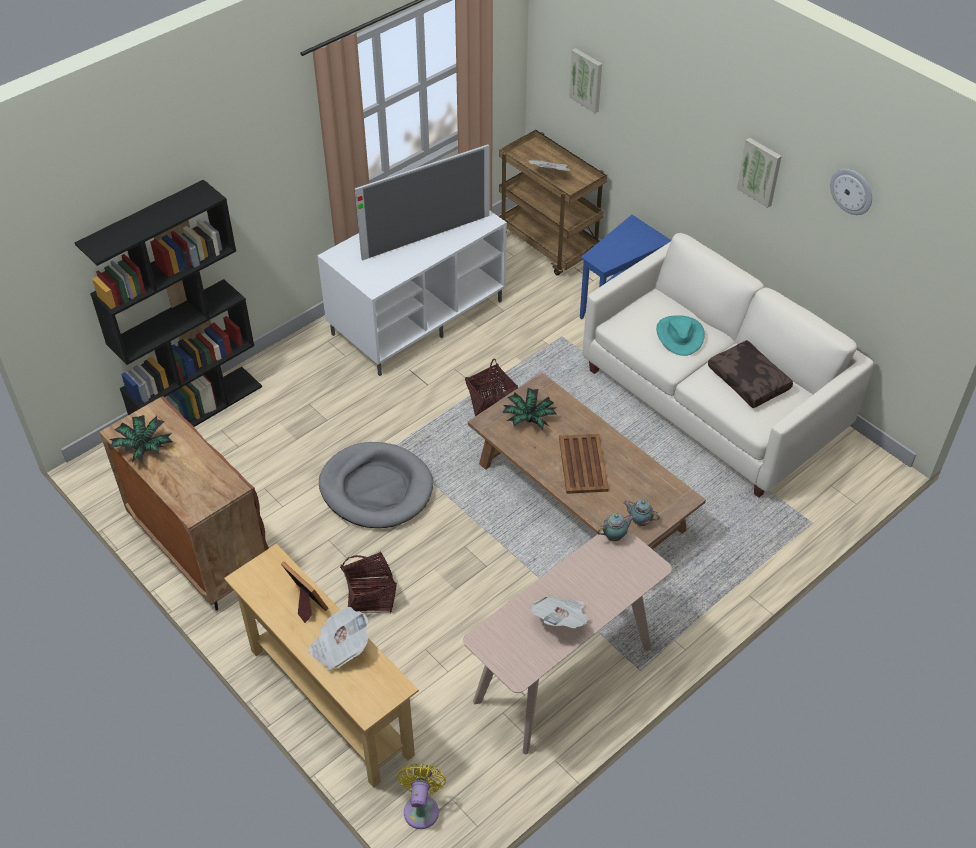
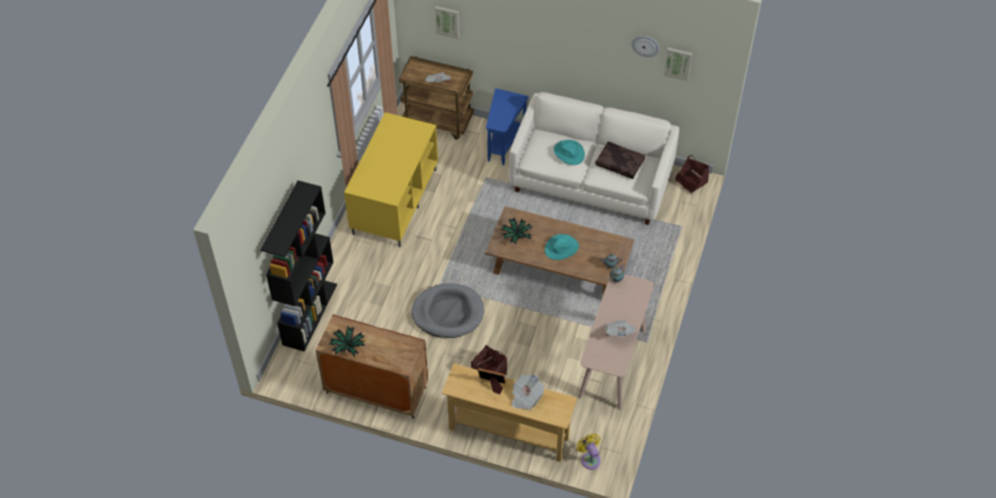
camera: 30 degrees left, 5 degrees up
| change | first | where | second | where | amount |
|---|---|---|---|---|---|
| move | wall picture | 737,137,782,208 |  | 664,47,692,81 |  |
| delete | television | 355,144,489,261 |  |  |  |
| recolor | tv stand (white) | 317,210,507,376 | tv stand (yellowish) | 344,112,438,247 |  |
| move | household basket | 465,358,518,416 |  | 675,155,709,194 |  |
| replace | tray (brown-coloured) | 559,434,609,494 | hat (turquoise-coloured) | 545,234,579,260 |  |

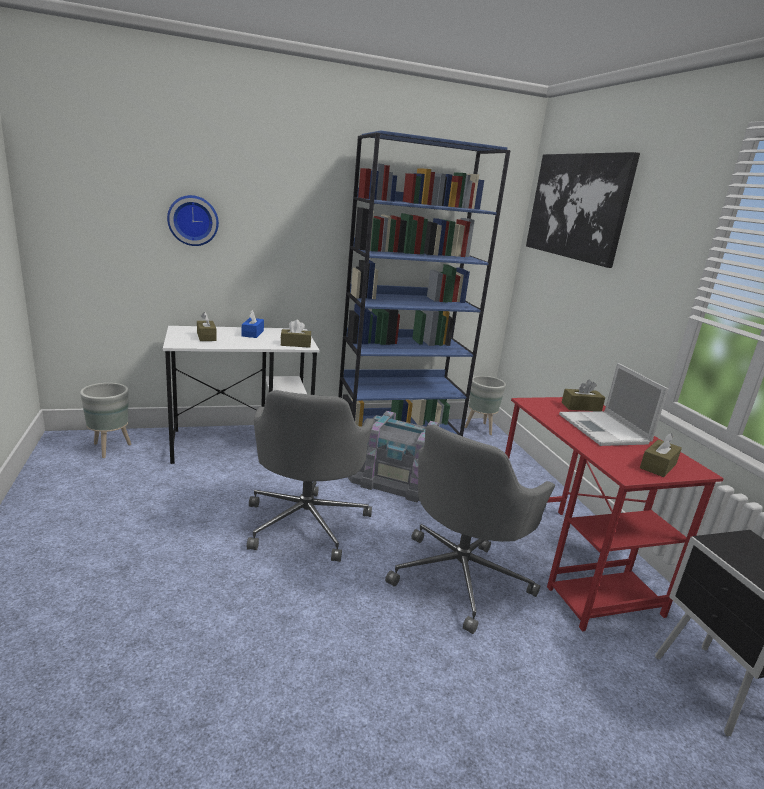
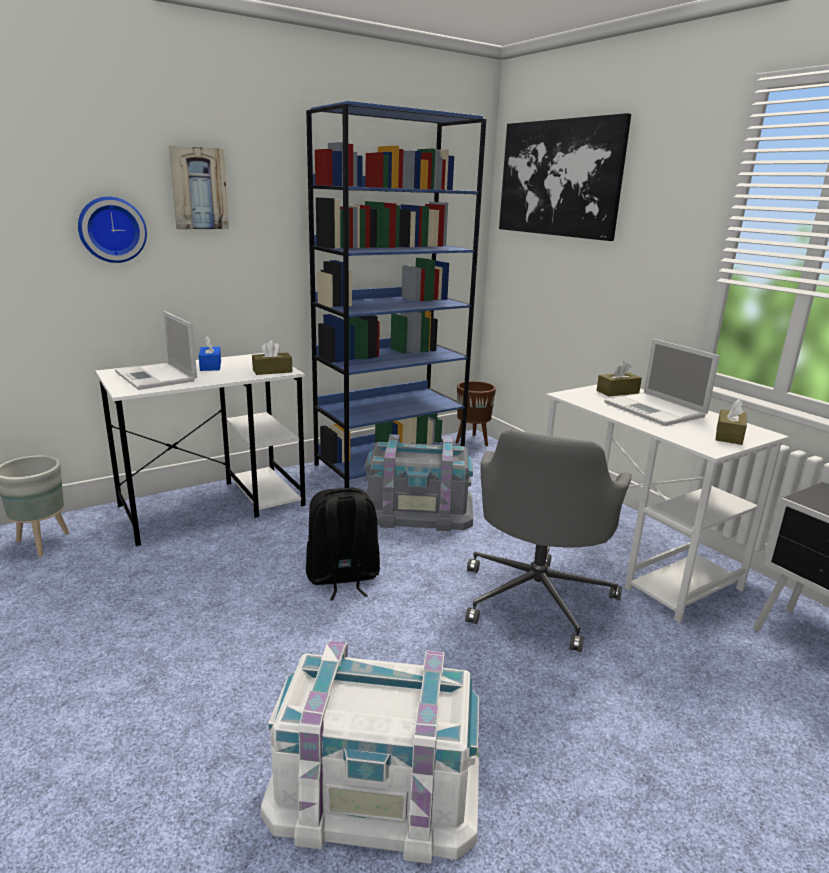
camera: 15 degrees left, 0 degrees up
| change | first | where | second | where | amount |
|---|---|---|---|---|---|
| replace | tissue holder (brown-coloured) | 197,312,217,341 | notebook computer | 115,311,197,390 |  |
| recolor | flower pot (greyish) | 464,376,506,435 | flower pot (brown-coloured) | 455,381,496,446 |  |
| replace | computer chair (greyish) | 247,390,374,562 | backpack (black-coloured) | 306,488,380,601 |  |
| recolor | desk unit (red) | 505,397,724,632 | desk unit (white) | 546,385,789,623 |  |
| insert |  |  | wall picture | 169,145,229,229 |  |
| insert |  |  | storage container (white) | 261,641,479,864 |  |

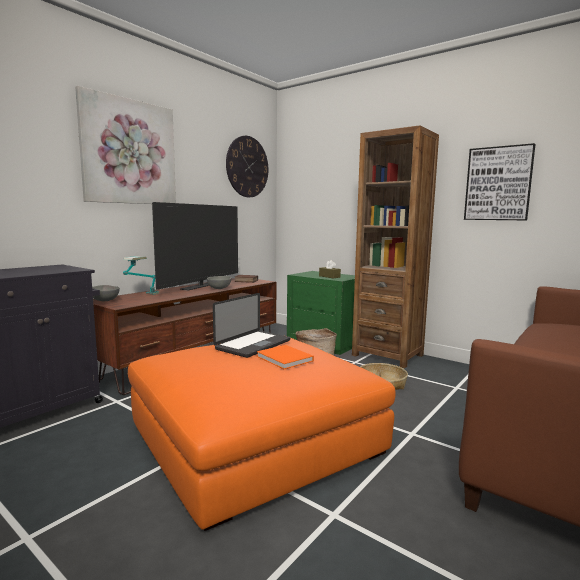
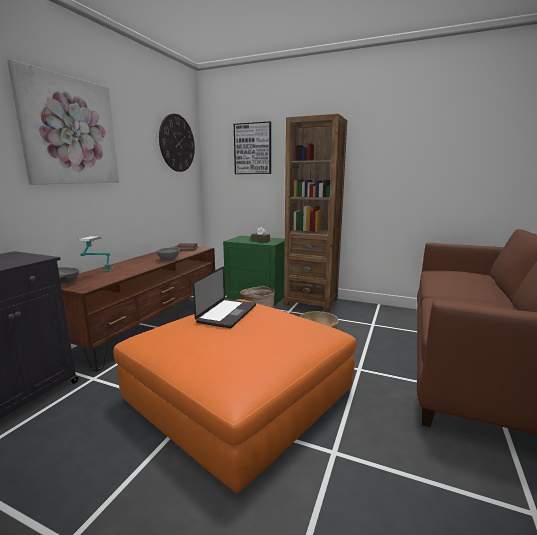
camera: 15 degrees left, 5 degrees up
| change | first | where | second | where | amount |
|---|---|---|---|---|---|
| move | wall picture | 464,143,535,220 |  | 234,121,271,174 |  |
| delete | television | 152,202,238,290 |  |  |  |
| delete | book (orange-coloured) | 257,345,314,369 |  |  |  |

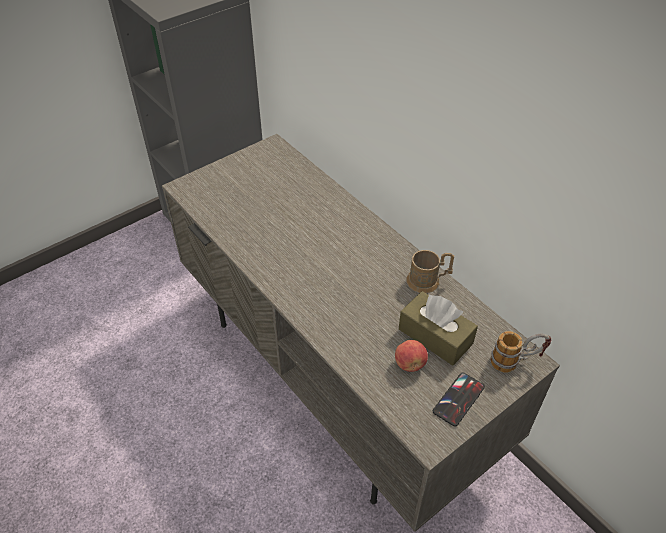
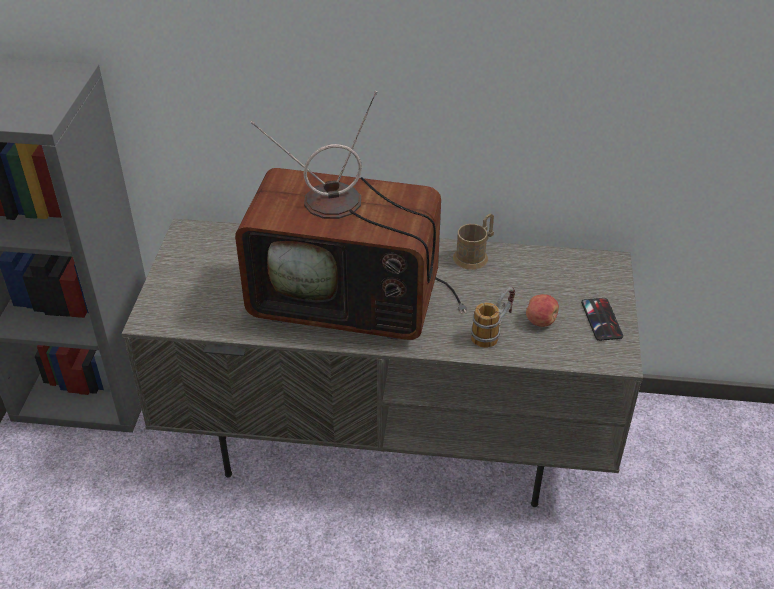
camera: 45 degrees left, 5 degrees down
| change | first | where | second | where | amount |
|---|---|---|---|---|---|
| delete | tissue holder (brown-coloured) | 399,291,478,365 |  |  |  |
| move | tea mug | 491,331,552,373 |  | 471,287,515,348 |  |
| insert |  |  | television | 235,91,467,340 |  |

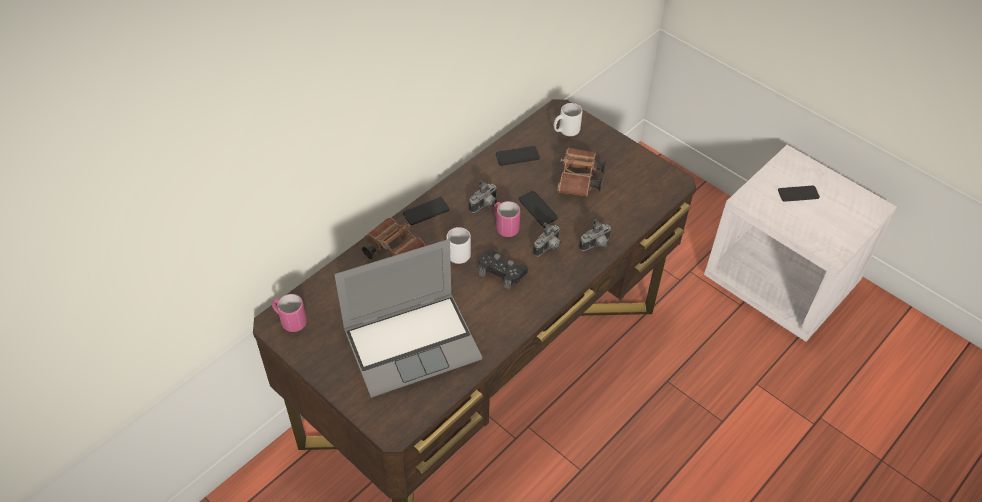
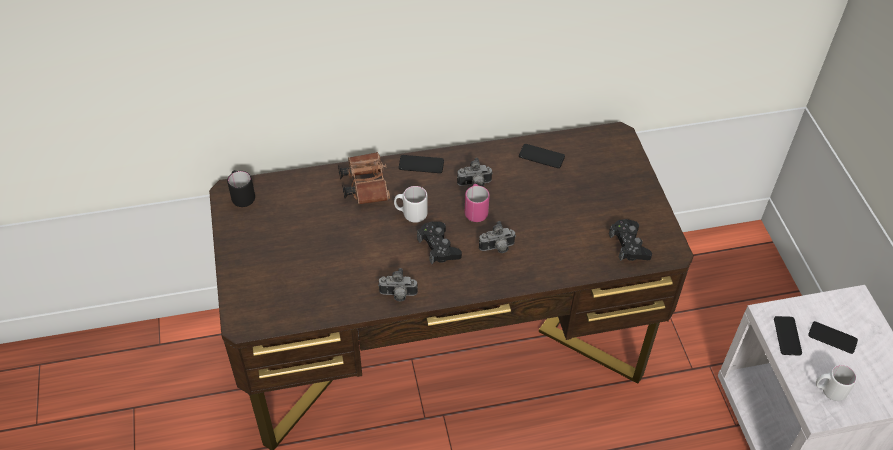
camera: 35 degrees right, 0 degrees up
| change | first | where | second | where | amount |
|---|---|---|---|---|---|
| move | tea mug (white) | 554,103,582,136 |  | 816,365,857,401 |  |
| delete | field glasses (brown-coloured) | 557,147,606,196 |  |  |  |
| move | phone | 519,191,558,226 |  | 774,316,802,355 |  |
| move | still camera | 579,219,612,251 |  | 378,268,418,301 |  |
| delete | notebook computer | 334,239,482,398 |  |  |  |
| recolor | tea mug (pink-coloured) | 272,294,307,332 | tea mug (black-coloured) | 227,170,255,207 |  |
| insert |  |  | joypad (black-coloured) | 609,219,652,261 |  |

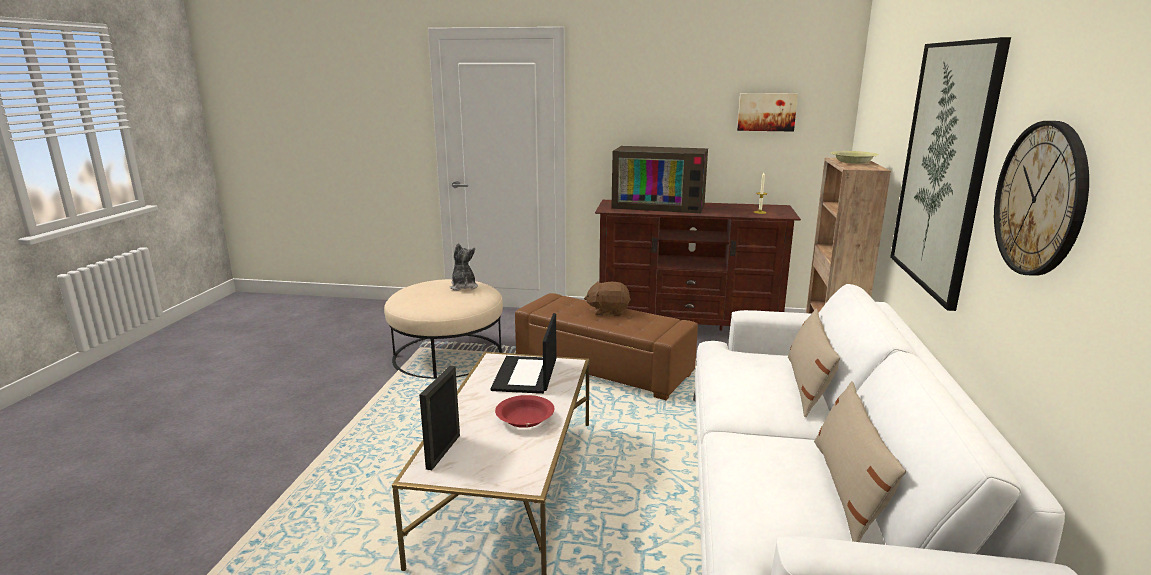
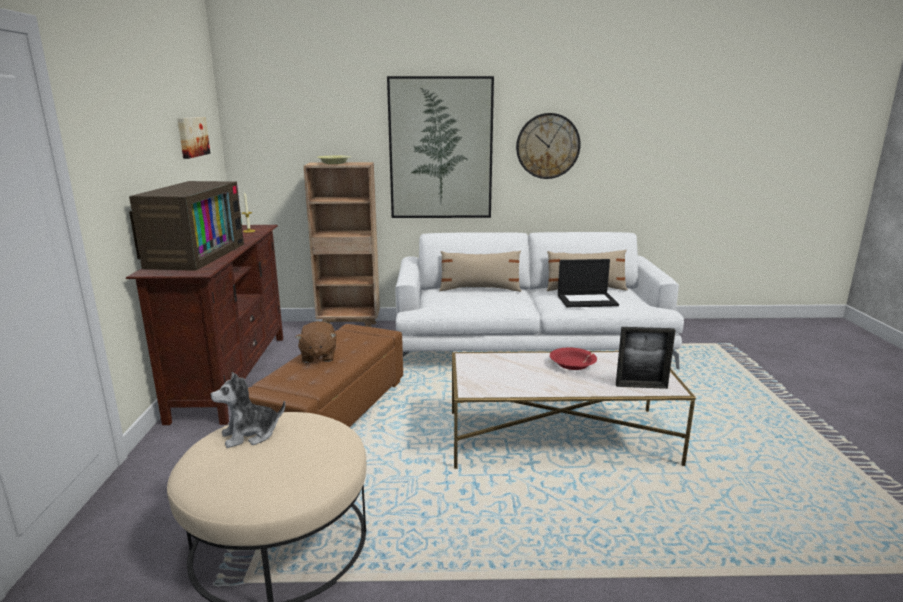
camera: 100 degrees left, 0 degrees up
| change | first | where | second | where | amount |
|---|---|---|---|---|---|
| move | notebook computer | 491,313,557,394 |  | 558,259,619,307 |  |

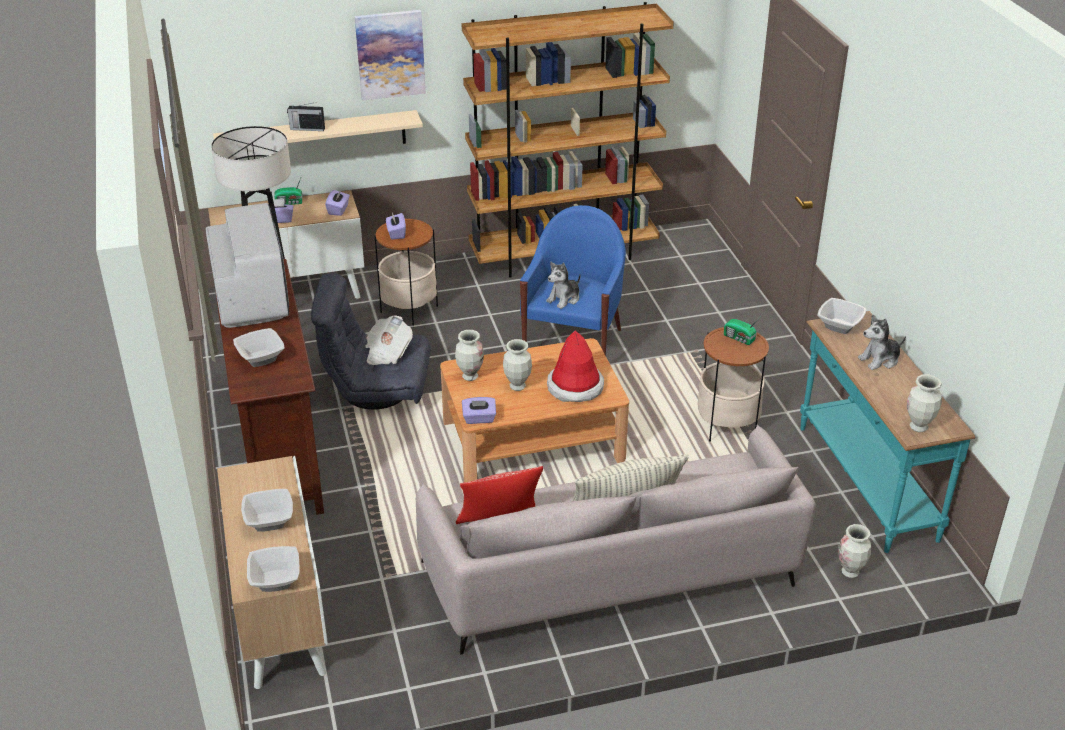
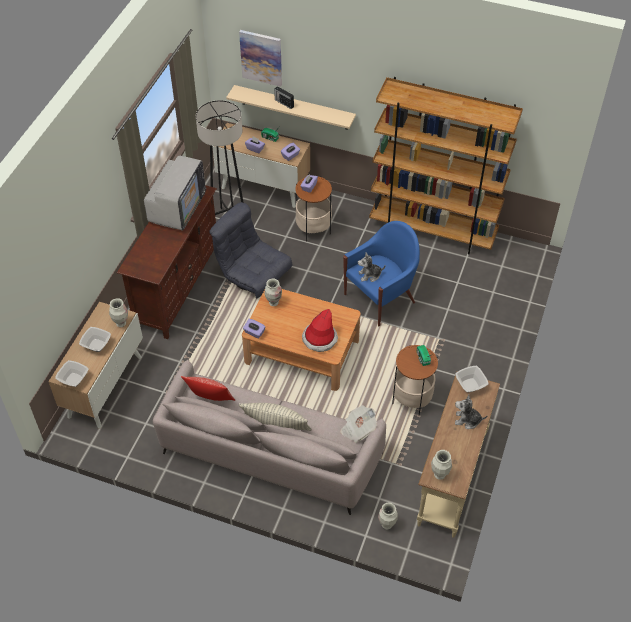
camera: 35 degrees right, 15 degrees up
| change | first | where | second | where | amount |
|---|---|---|---|---|---|
| move | wall picture | 355,10,426,101 |  | 239,30,282,87 |  |
| recolor | console table (turquoise-coloured) | 800,311,975,553 | console table (beige-coloured) | 417,371,500,538 |  |
| move | printed paper | 365,315,413,365 |  | 340,405,377,443 |  |
| delete | serving bowl | 233,328,285,367 |  |  |  |
| move | decorative vase | 503,339,532,391 |  | 109,298,128,327 |  |

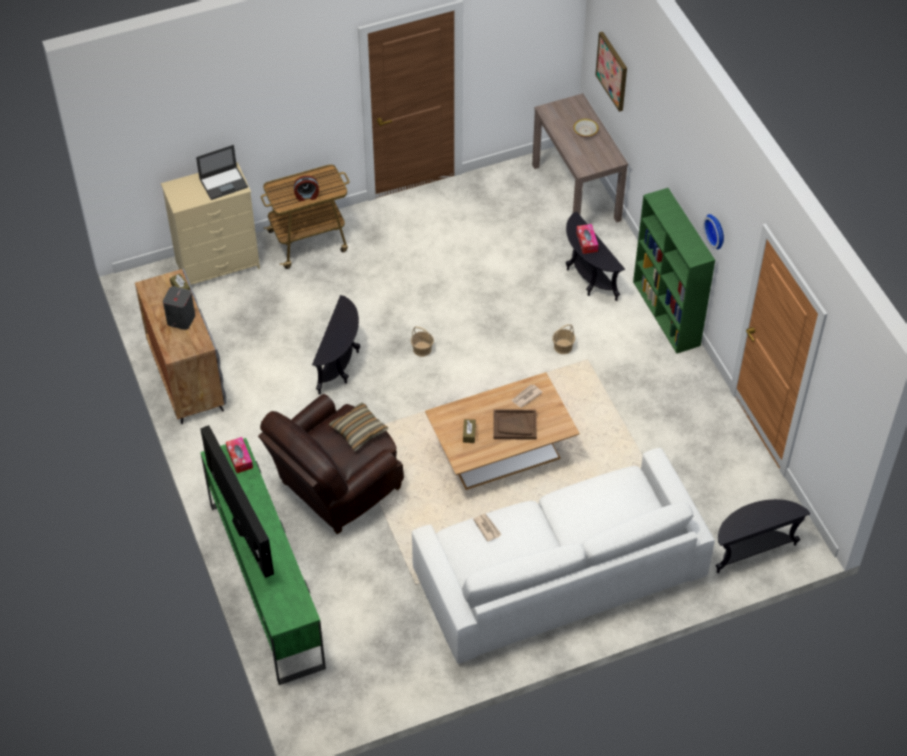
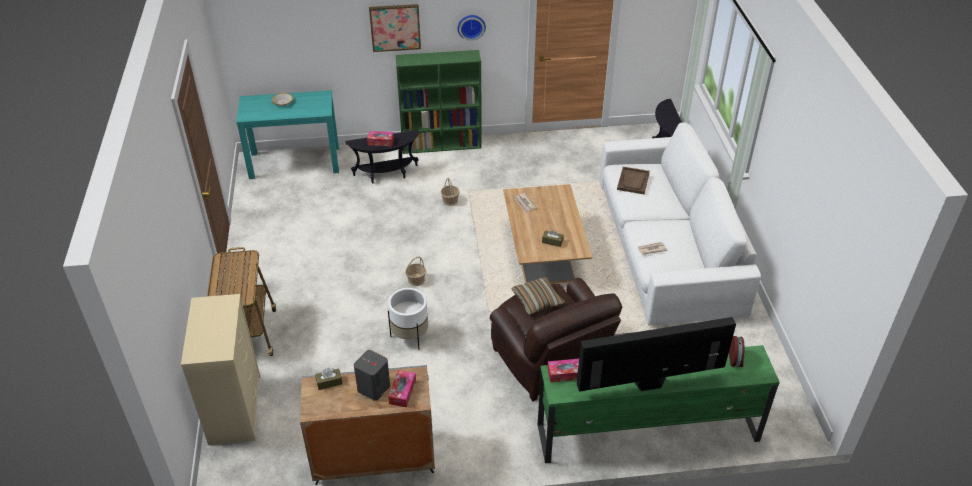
camera: 75 degrees left, 10 degrees down
| change | first | where | second | where | amount |
|---|---|---|---|---|---|
| move | wall picture | 595,32,627,112 |  | 369,4,421,52 |  |
| recolor | console table (brown-coloured) | 532,93,628,223 | console table (turquoise-coloured) | 236,90,339,179 |  |
| delete | notebook computer | 196,145,248,200 |  |  |  |
| move | bedside clock | 294,176,319,201 |  | 729,336,745,367 |  |
| replace | side table (black-coloured) | 312,295,360,395 | flower pot (white) | 388,288,428,349 |  |
| move | tray (brown-coloured) | 493,409,537,440 |  | 617,167,650,194 |  |
| insert |  |  | tissue holder | 388,370,416,407 |  |

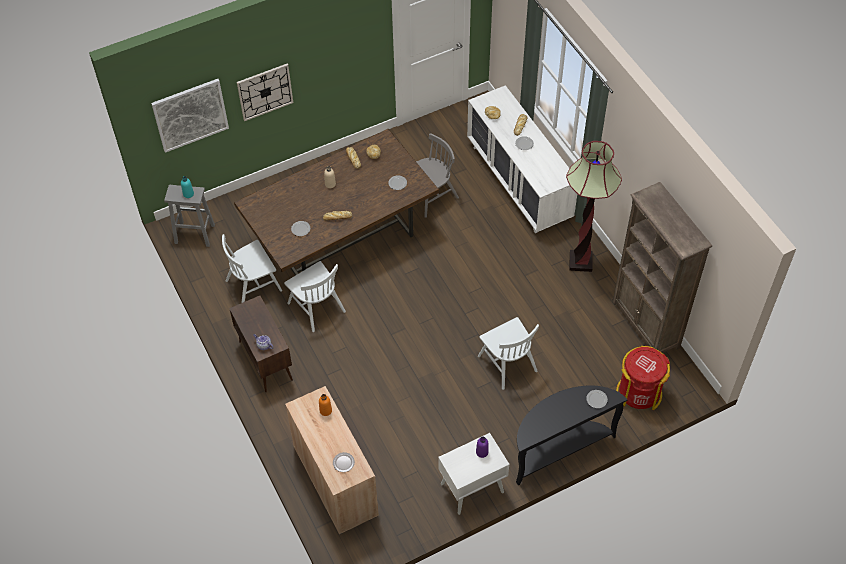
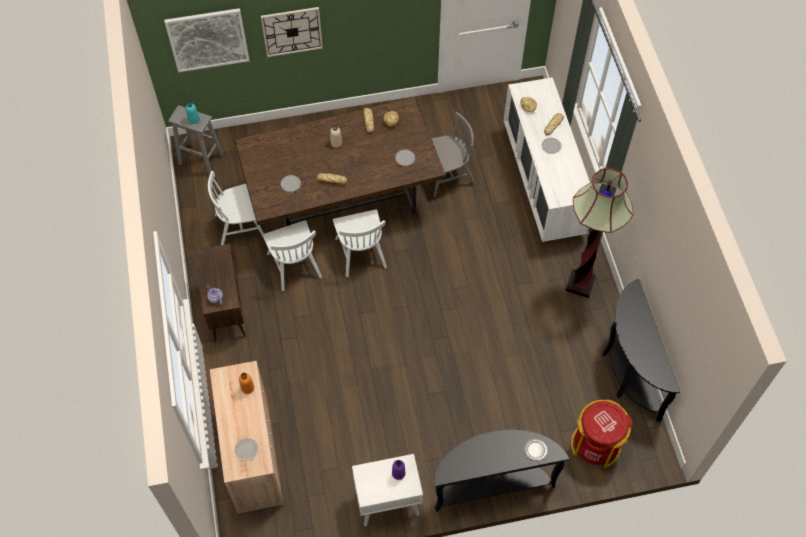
camera: 15 degrees right, 5 degrees up
| change | first | where | second | where | amount |
|---|---|---|---|---|---|
| replace | bookcase (brown-coloured) | 612,182,712,353 | console table (black-coloured) | 603,279,680,422 |  |
| move | plain chair (white) | 478,317,539,390 |  | 333,209,387,277 |  |

